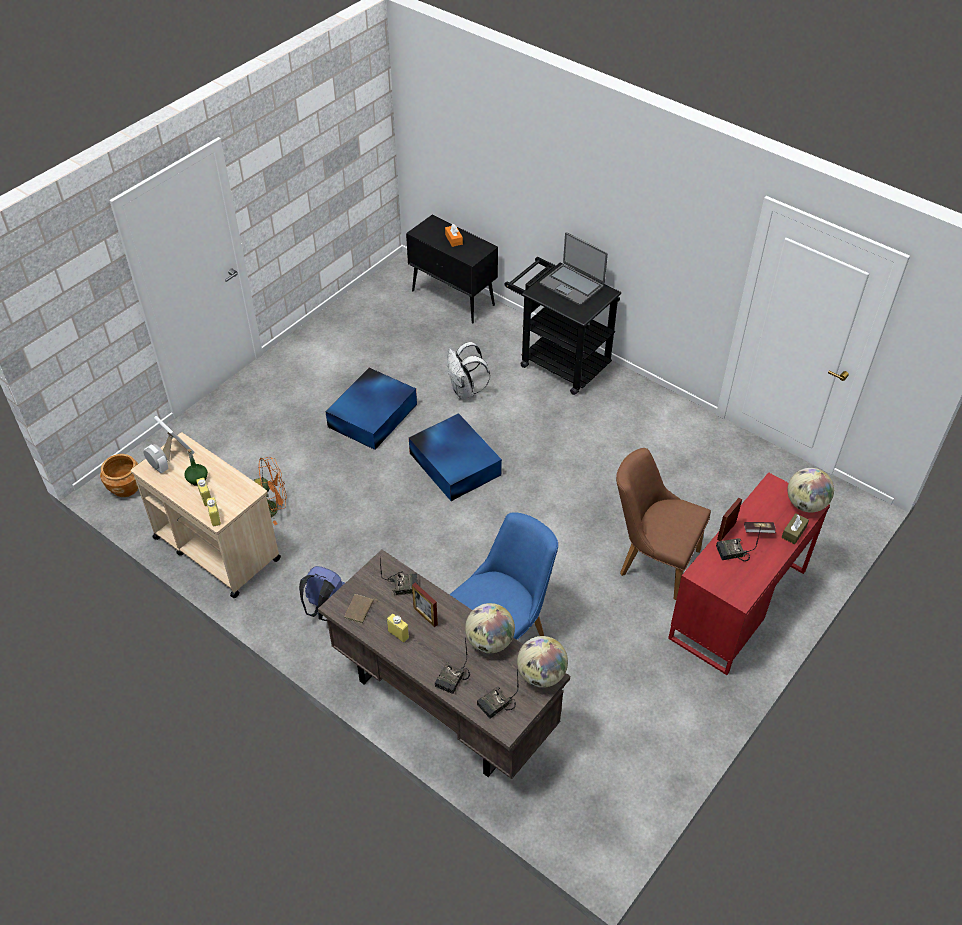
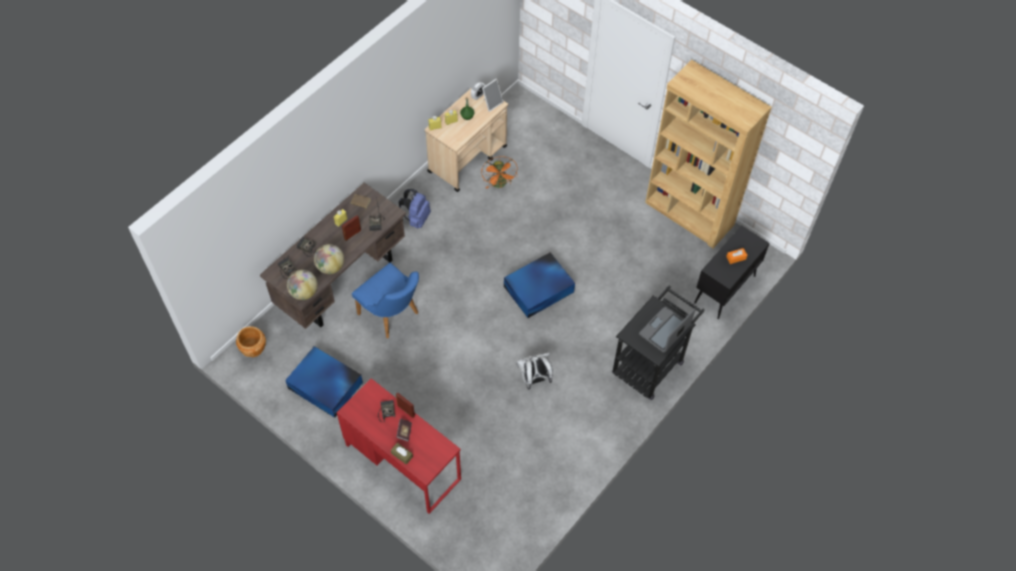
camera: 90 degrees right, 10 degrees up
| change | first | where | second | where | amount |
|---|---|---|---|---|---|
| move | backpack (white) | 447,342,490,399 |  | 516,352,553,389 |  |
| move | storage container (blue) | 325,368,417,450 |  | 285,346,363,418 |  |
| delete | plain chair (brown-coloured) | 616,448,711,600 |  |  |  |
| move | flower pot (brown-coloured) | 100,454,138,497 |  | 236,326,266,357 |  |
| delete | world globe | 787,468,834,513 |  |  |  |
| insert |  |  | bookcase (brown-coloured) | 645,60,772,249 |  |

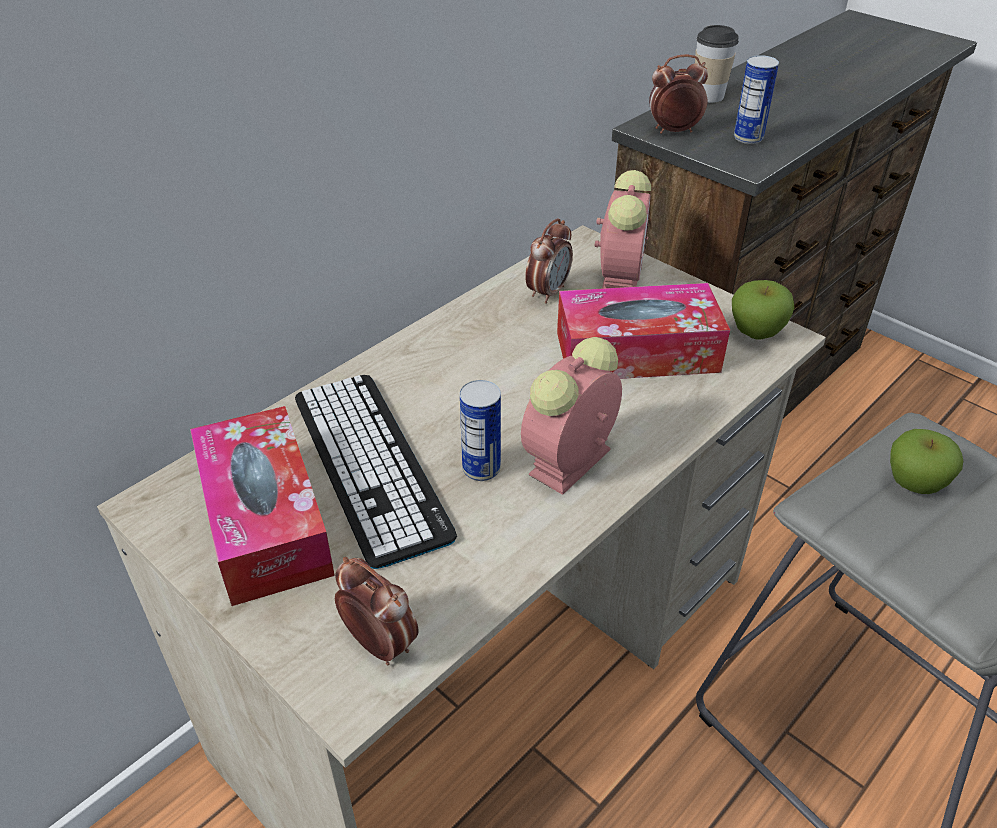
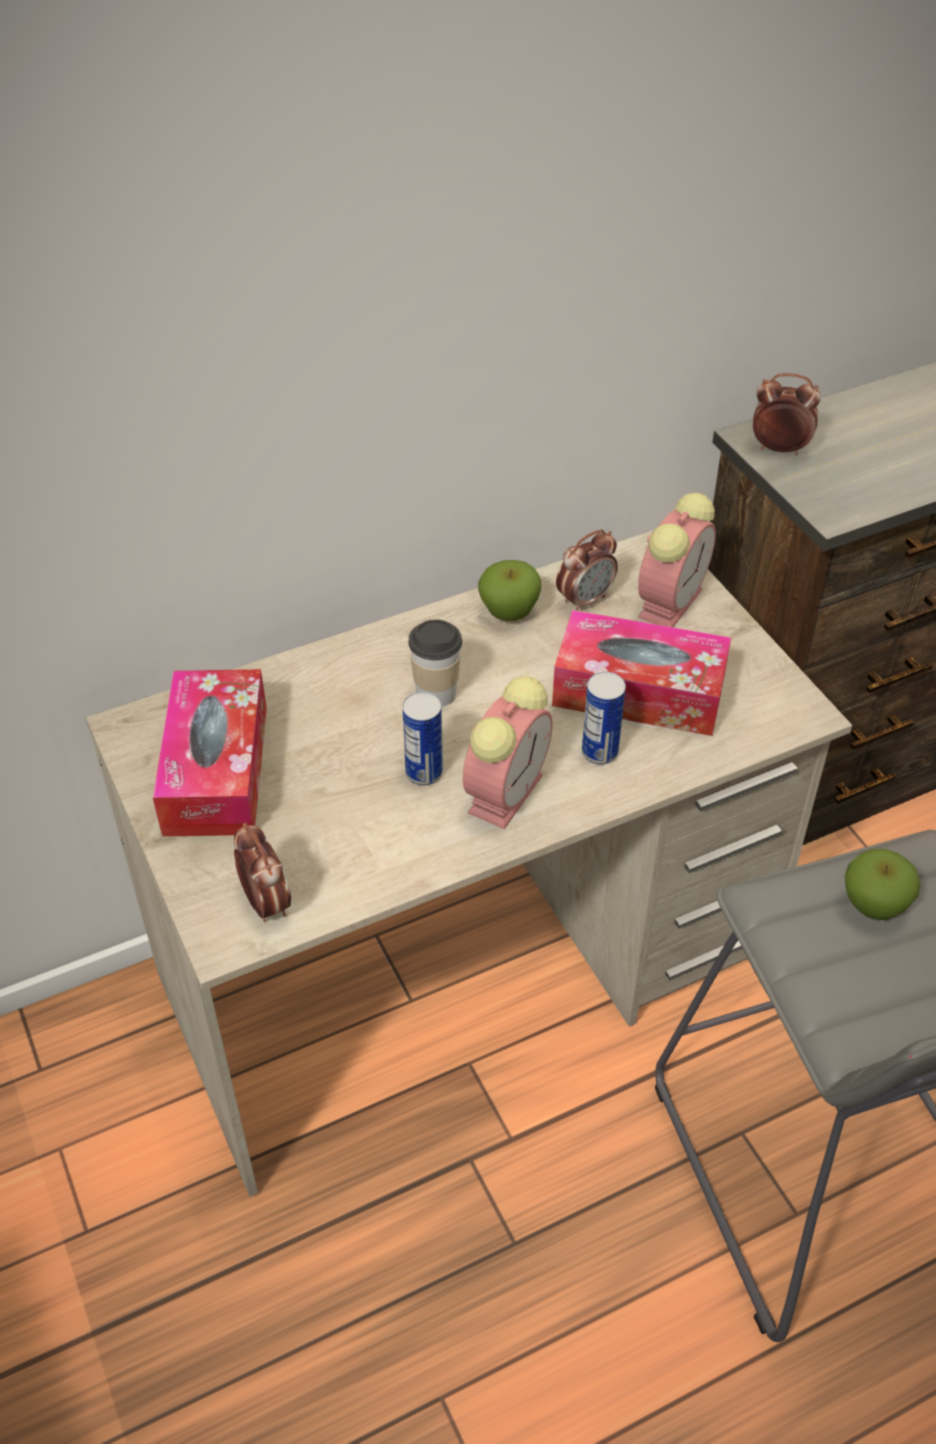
camera: 20 degrees right, 5 degrees up
| change | first | where | second | where | amount |
|---|---|---|---|---|---|
| move | small cup | 695,25,739,103 |  | 408,619,462,707 |  |
| move | sealed can | 734,55,779,144 |  | 582,672,626,765 |  |
| move | whole apple | 732,280,794,340 |  | 478,560,541,621 |  |
| rotate | bedside clock | 521,337,622,495 |  | 463,676,552,829 | 150 degrees clockwise |
| delete | PC keyboard | 295,375,457,569 |  |  |  |

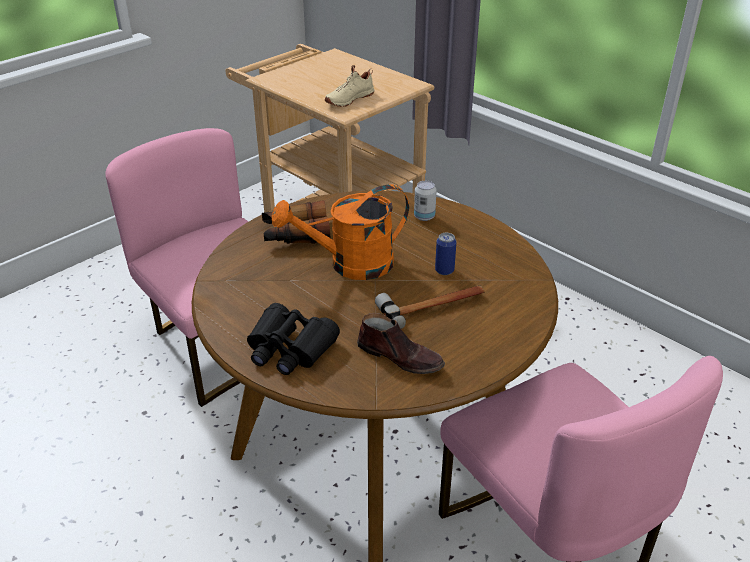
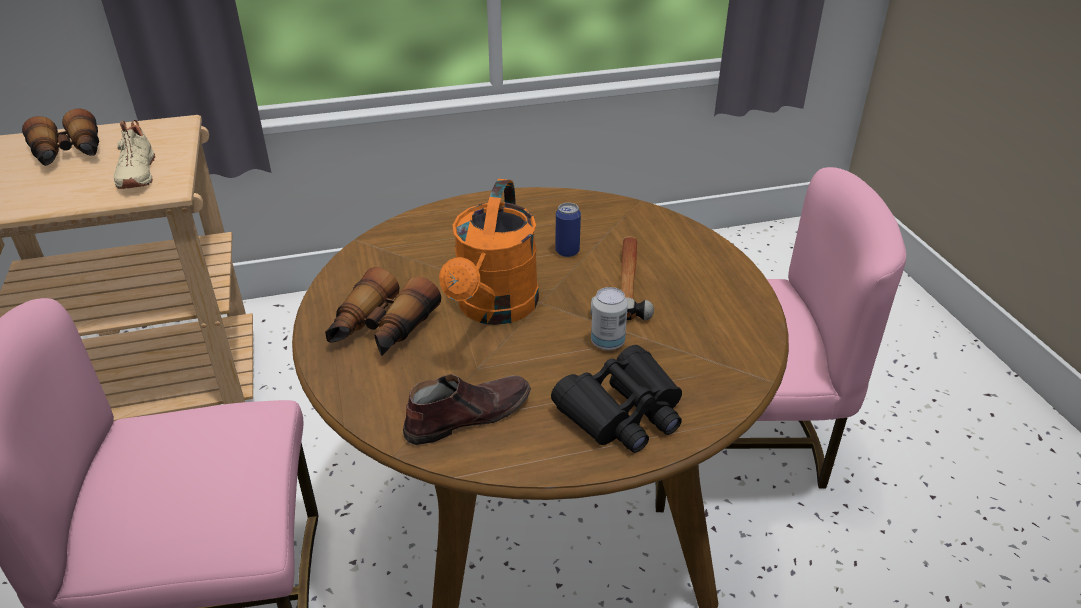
camera: 60 degrees left, 0 degrees up
| change | first | where | second | where | amount |
|---|---|---|---|---|---|
| move | sealed can | 414,181,437,221 |  | 591,287,628,350 |  |
| move | item of footwear (brown-coloured) | 357,313,445,374 |  | 403,374,531,445 |  |
| insert |  |  | field glasses | 22,109,99,166 |  |

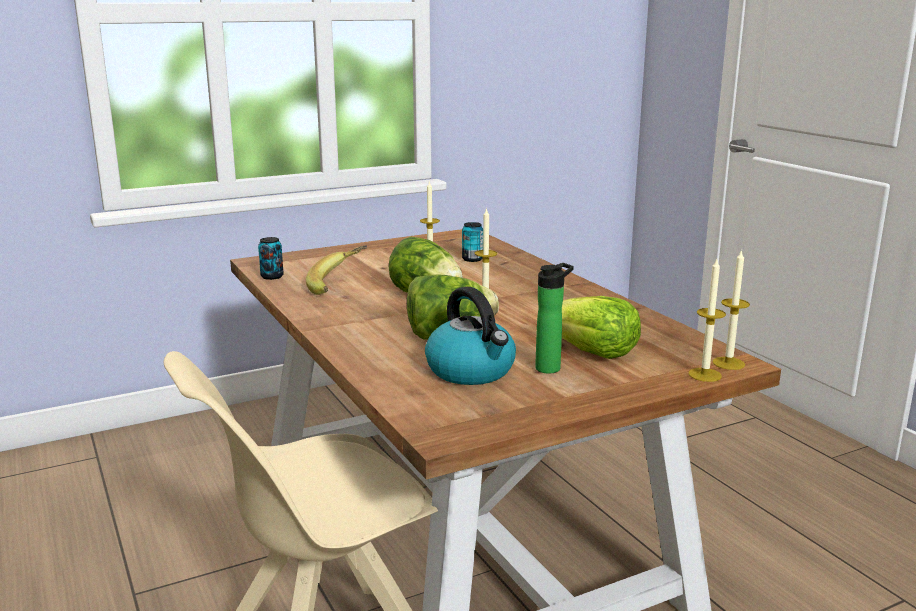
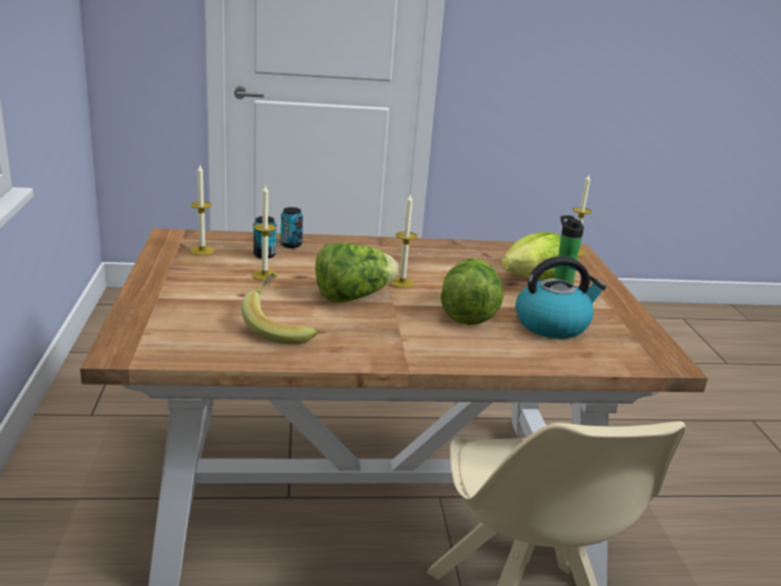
camera: 70 degrees left, 5 degrees up
| change | first | where | second | where | amount |
|---|---|---|---|---|---|
| move | sealed can | 258,237,284,280 |  | 281,207,303,248 |  |
| move | candle | 688,259,726,382 |  | 190,165,214,255 |  |

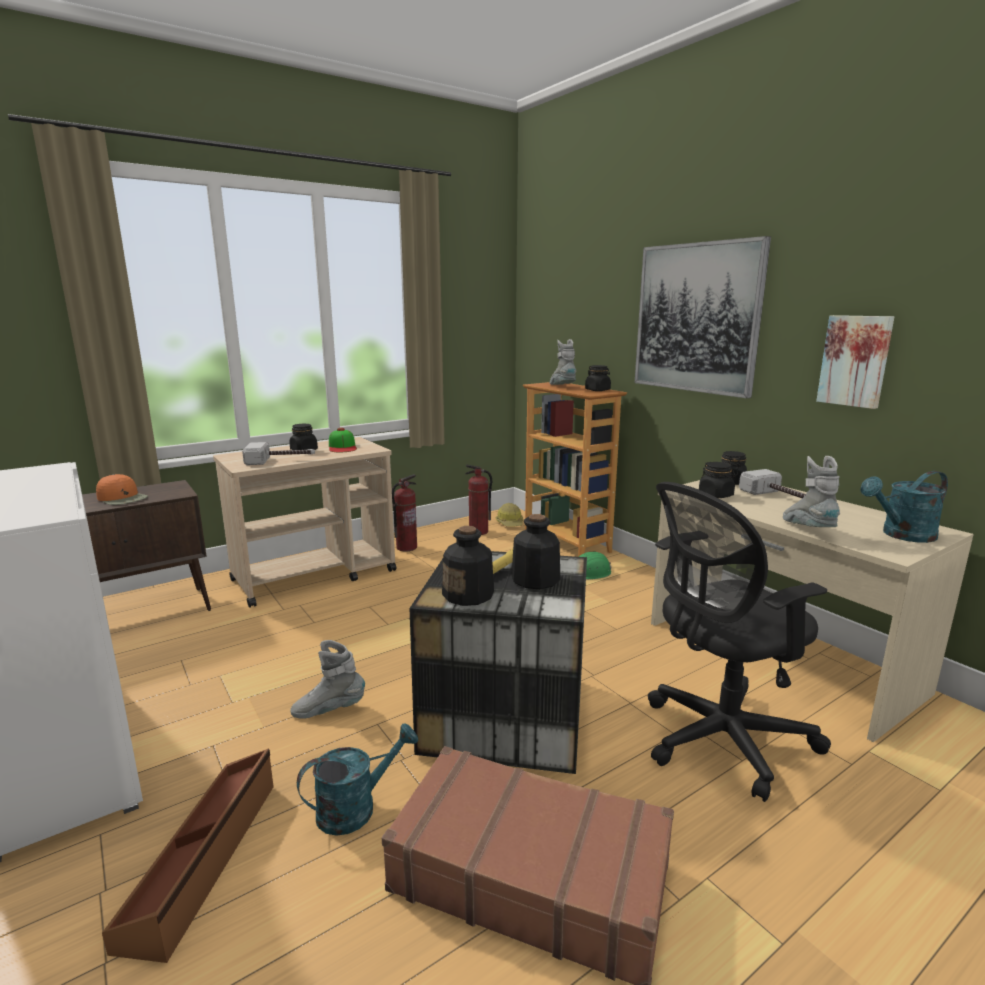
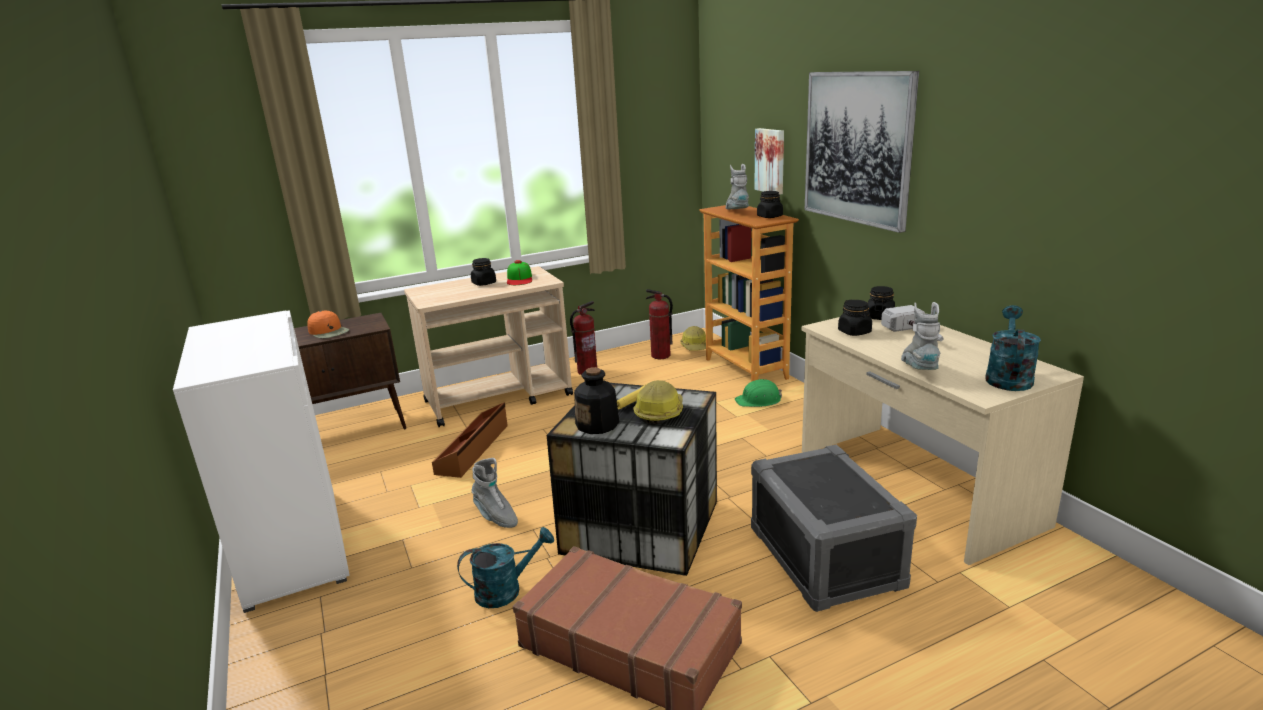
camera: 10 degrees right, 5 degrees up
| change | first | where | second | where | amount |
|---|---|---|---|---|---|
| move | wall picture | 816,315,894,409 |  | 754,128,784,195 |  |
| delete | tool hammer | 242,442,315,465 |  |  |  |
| rotate | watering can (turquoise-coloured) | 861,471,948,543 |  | 985,305,1041,391 | 120 degrees clockwise |
| replace | computer chair (black-coloured) | 647,482,831,802 | storage container (greyish) | 751,444,917,612 |  |
| replace | drink bottle | 511,514,560,589 | safety helmet | 633,380,683,424 |  |
| rotate | boot (greyish) | 290,640,365,719 |  | 471,458,518,528 | 135 degrees counterclockwise |
| move | storage container (brown-coloured) | 102,748,274,963 |  | 432,402,508,478 |  |

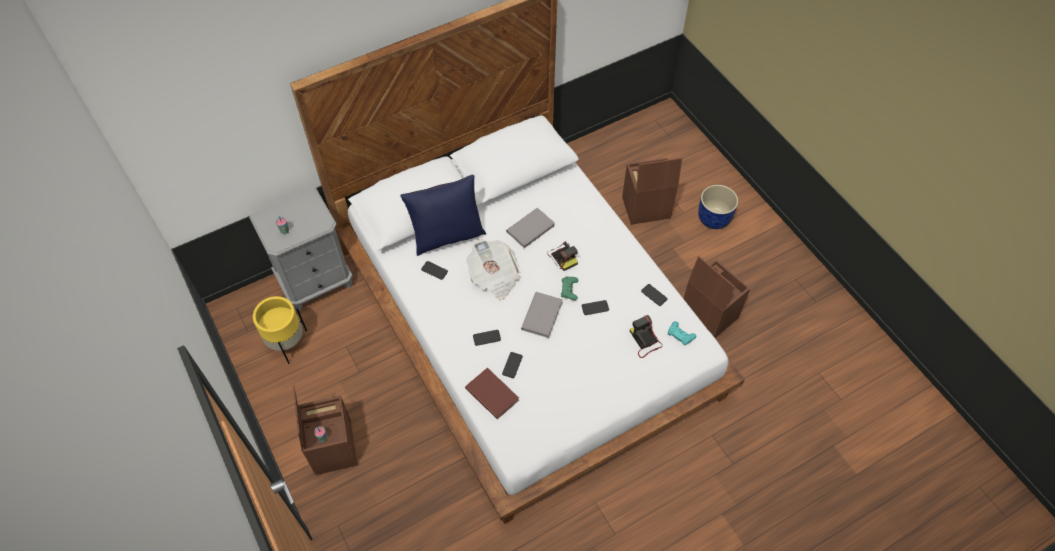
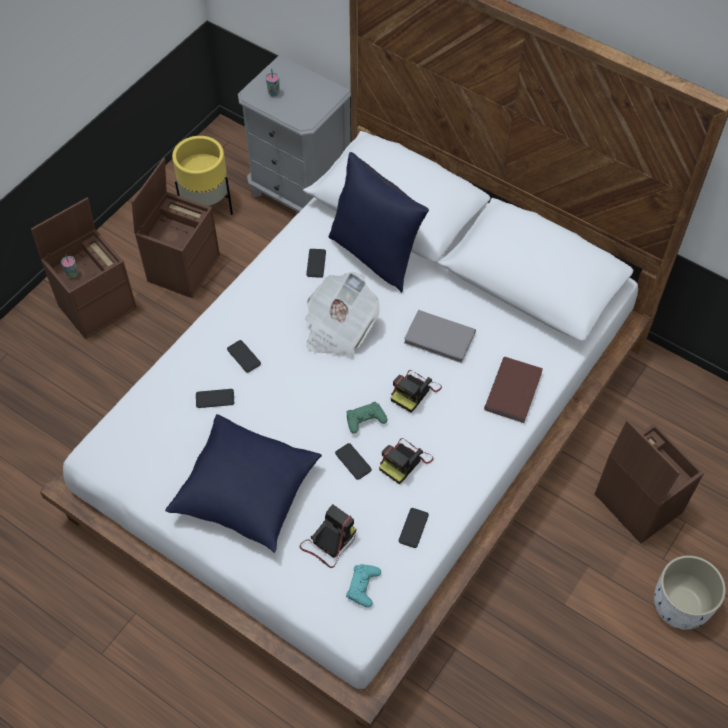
camera: 65 degrees right, 0 degrees up
| change | first | where | second | where | amount |
|---|---|---|---|---|---|
| recolor | flower pot (blue) | 698,185,738,229 | flower pot (white) | 654,555,726,630 |  |
| move | storage container (brown-coloured) | 683,256,750,338 |  | 132,158,220,298 |  |
| delete | book (greyish) | 521,292,563,338 |  |  |  |
| move | book (brown-coloured) | 465,368,519,419 |  | 484,357,543,423 |  |
| insert |  |  | pillow (blue) | 165,414,322,553 |  |
| insert |  |  | still camera | 379,438,434,484 |  |

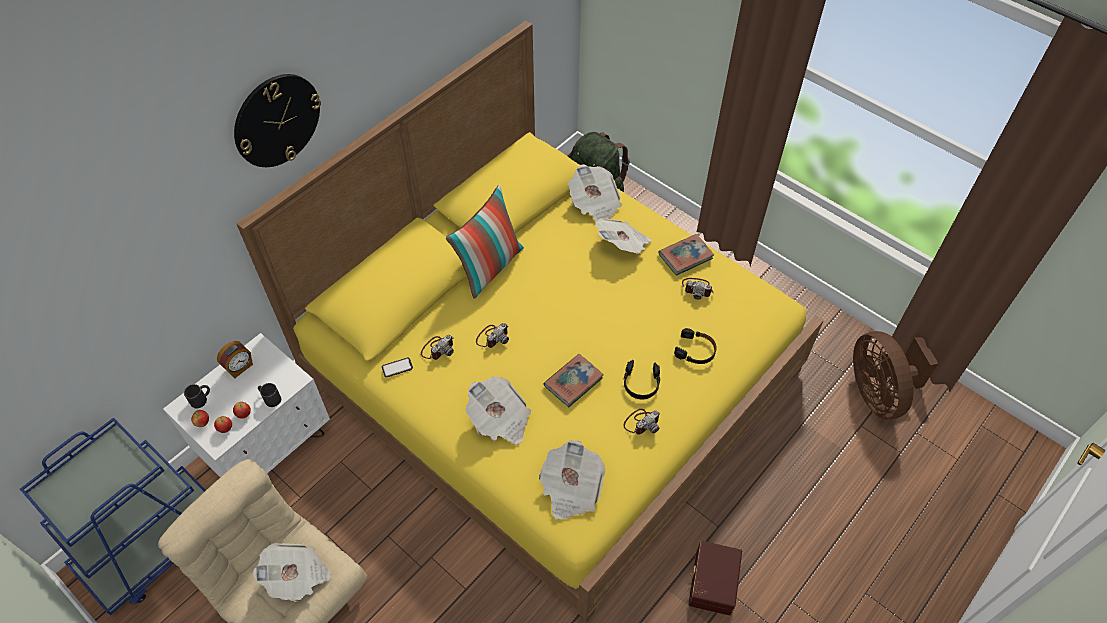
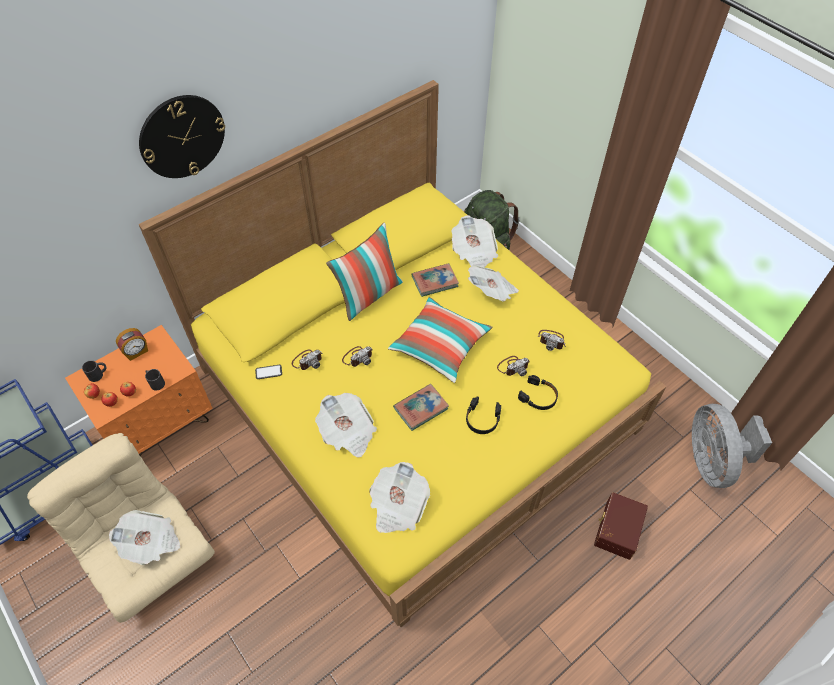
camera: 10 degrees right, 0 degrees up
| change | first | where | second | where | amount |
|---|---|---|---|---|---|
| move | book | 658,234,714,276 |  | 412,263,459,297 |  |
| recolor | fan (brown-coloured) | 853,331,938,419 | fan (greyish) | 692,404,772,488 |  |
| recolor | nightstand (white) | 163,333,330,477 | nightstand (orange-coloured) | 65,325,213,457 |  |
| move | still camera | 623,409,660,435 |  | 497,356,529,376 |  |
| move | storage container (brown-coloured) | 688,541,742,615 |  | 594,492,648,560 |  |
| insert |  |  | pillow | 388,297,492,383 |  |

